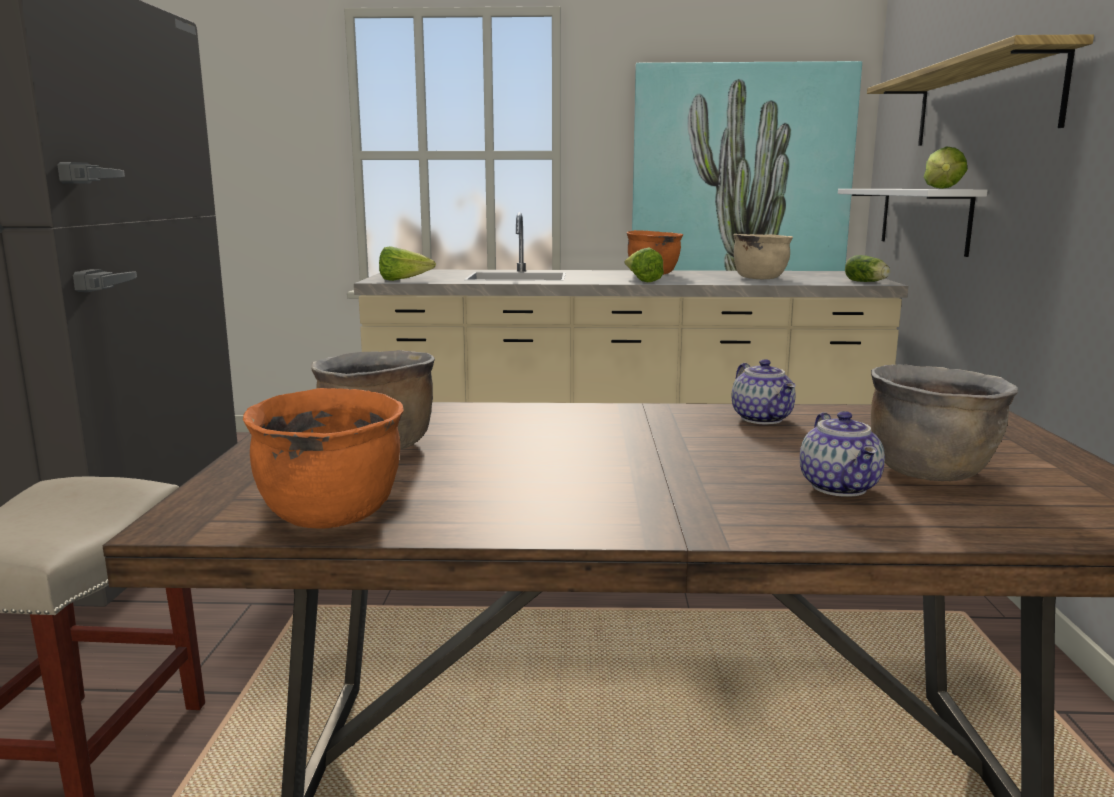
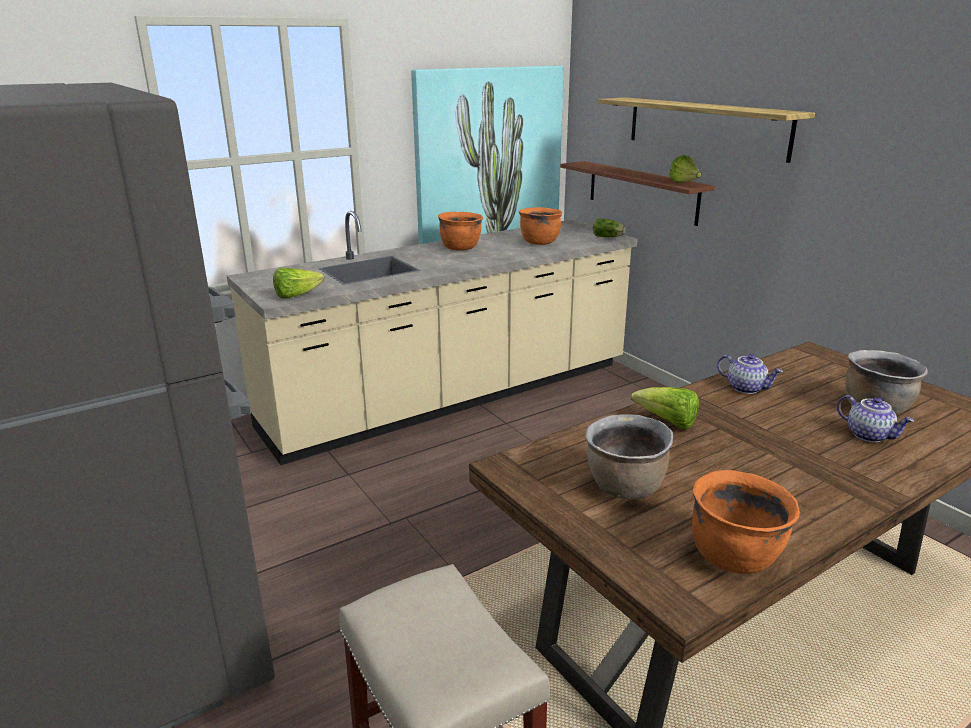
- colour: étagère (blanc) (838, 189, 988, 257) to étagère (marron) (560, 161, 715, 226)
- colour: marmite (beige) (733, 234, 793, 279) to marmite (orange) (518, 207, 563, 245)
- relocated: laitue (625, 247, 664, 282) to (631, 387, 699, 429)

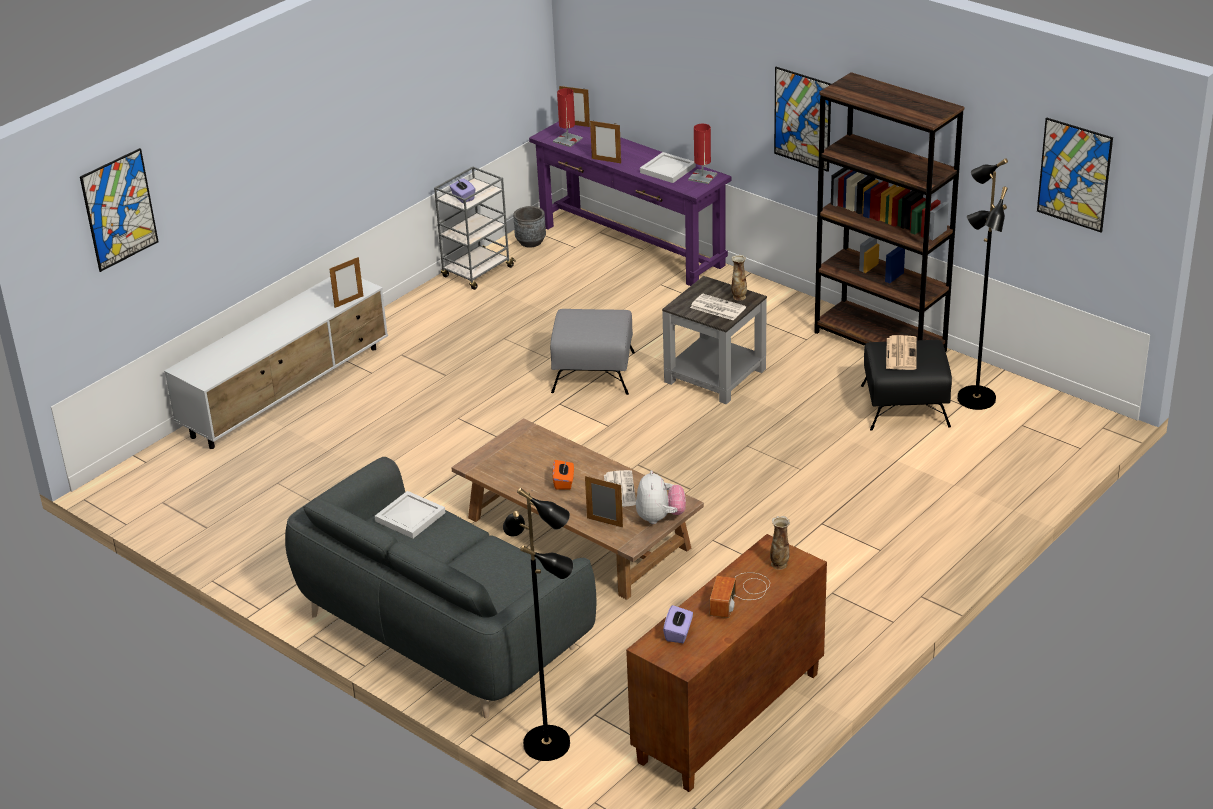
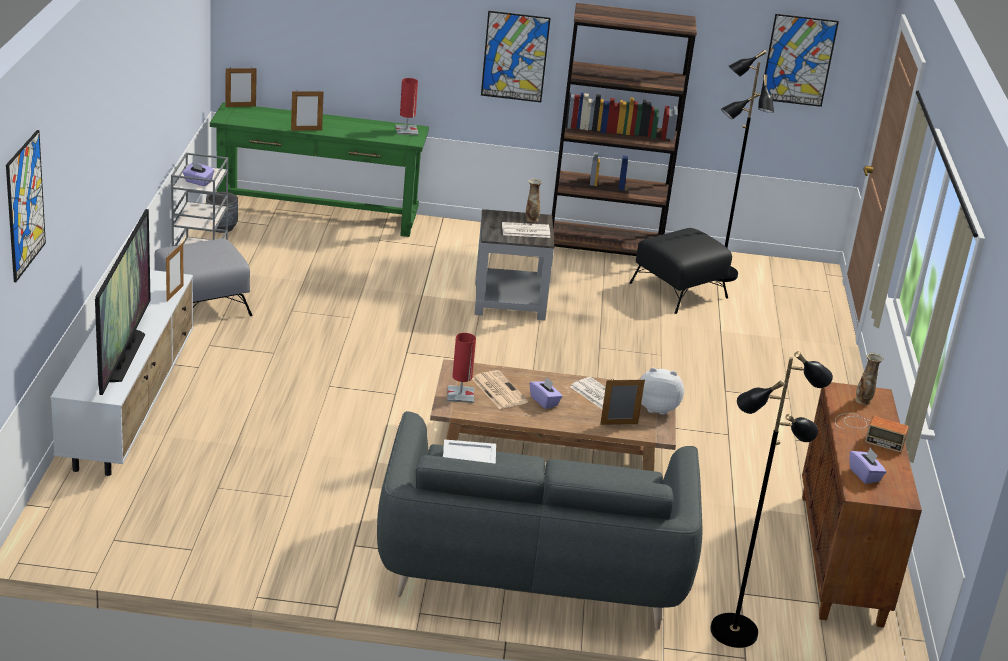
- relocated: lampe de table (rouge) (553, 88, 583, 147) to (447, 333, 476, 403)
- colour: table console (violet) (529, 121, 732, 286) to table console (vert) (210, 102, 429, 237)
- missing: plateau (blanc) (640, 152, 696, 183)
- relocated: pouf (gris) (550, 309, 635, 395) to (155, 238, 253, 316)
- relocated: journal (886, 335, 917, 370) to (472, 370, 528, 409)
- colour: boîte à mouchoirs (orange) (553, 460, 574, 490) to boîte à mouchoirs (violet) (530, 377, 563, 409)
- spun: peluche (636, 470, 686, 524) = (640, 368, 684, 415) 45 degrees counterclockwise
- spun: radio (710, 572, 770, 618) = (835, 413, 909, 452) 45 degrees counterclockwise
- appeared: téléviseur (95, 209, 151, 395)

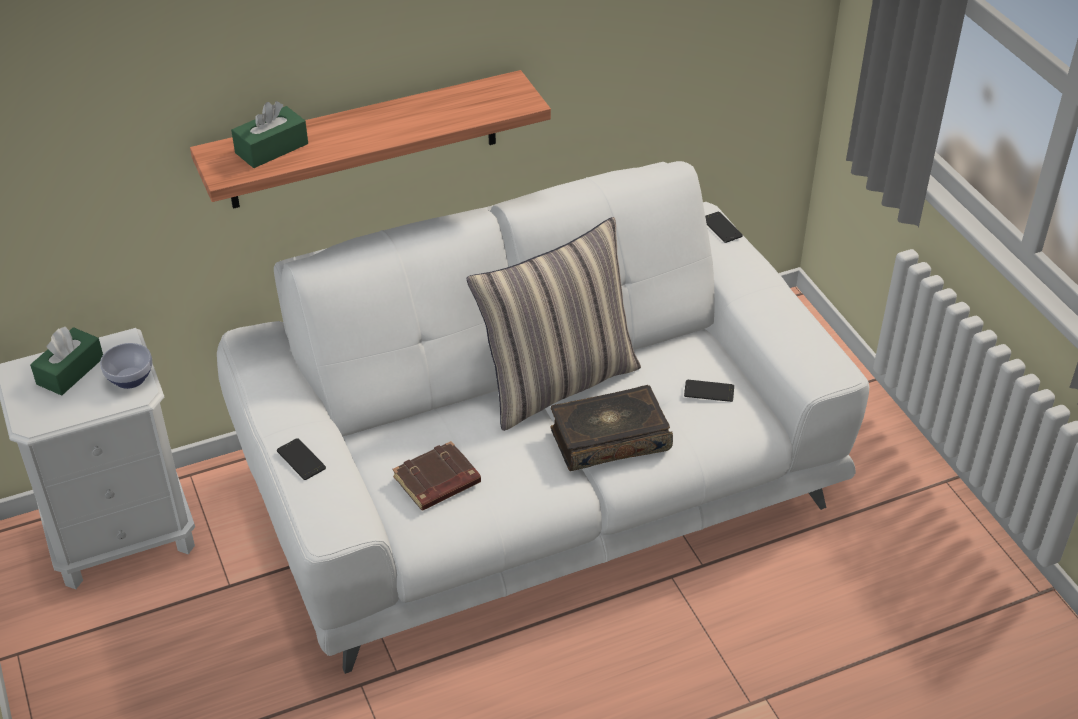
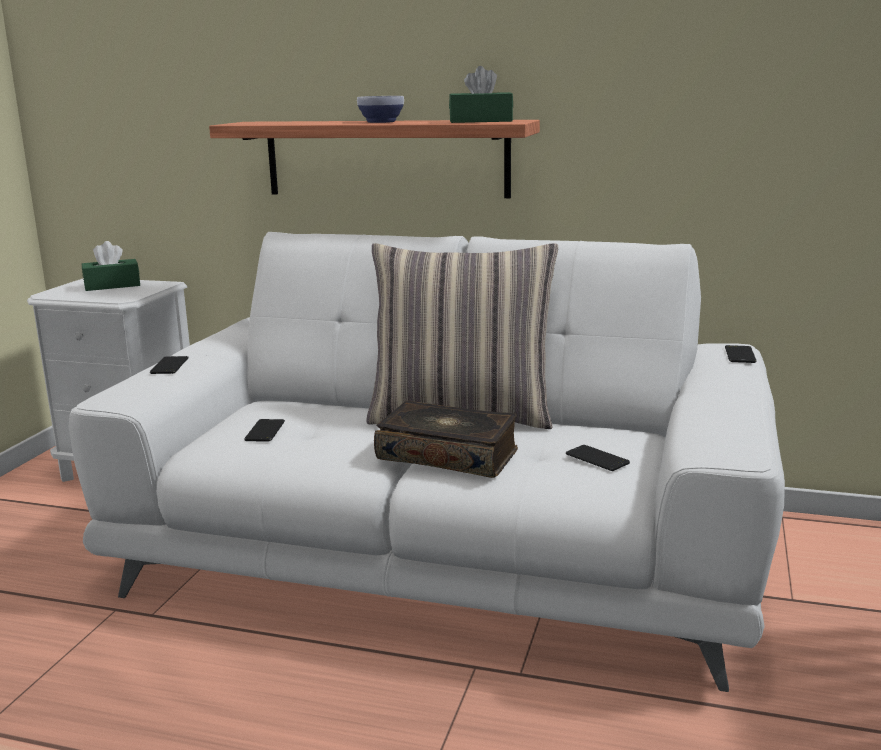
- relocated: boîte à mouchoirs (vert) (231, 101, 308, 168) to (449, 66, 513, 123)
- relocated: bol (100, 343, 153, 389) to (357, 96, 404, 123)
- exchanged: livre (marron) (392, 441, 481, 511) to téléphone (244, 419, 285, 442)

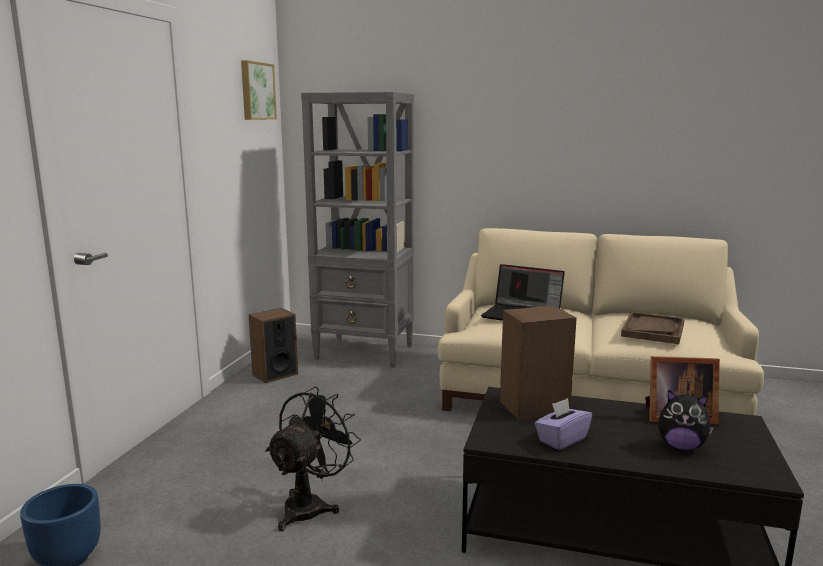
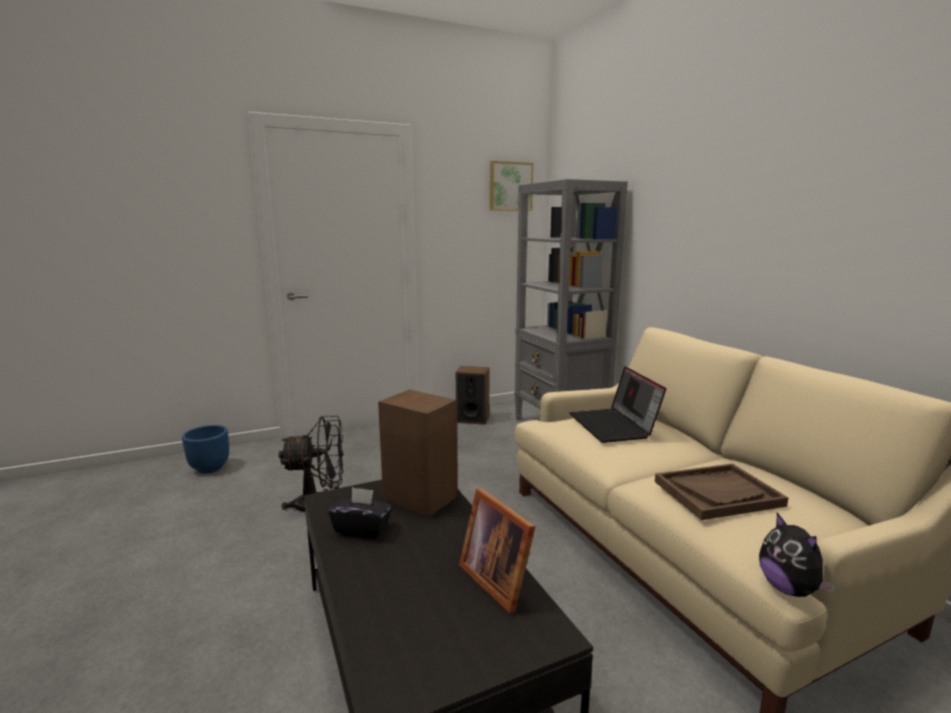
- relocated: peluche (658, 389, 714, 450) to (759, 513, 836, 597)
- colour: boîte à mouchoirs (violet) (535, 398, 592, 450) to boîte à mouchoirs (noir) (328, 487, 392, 539)

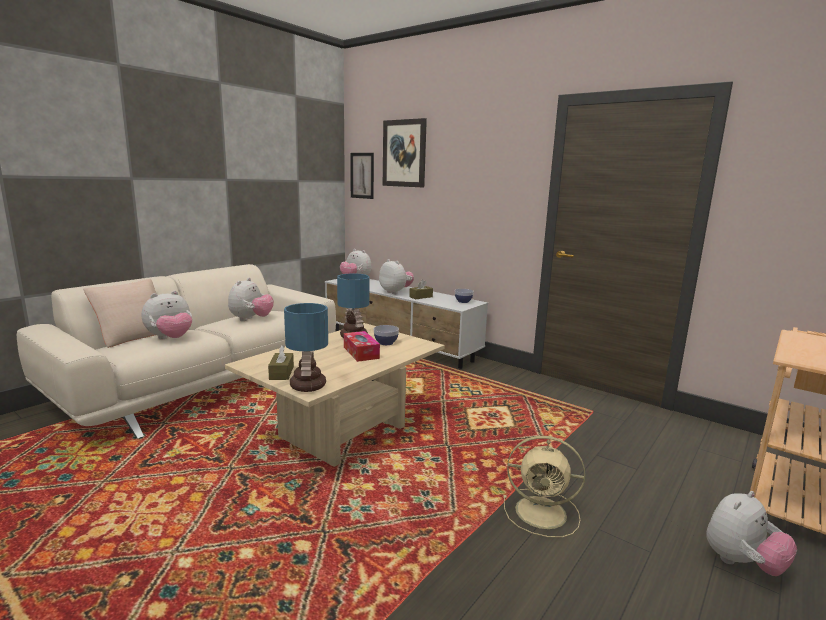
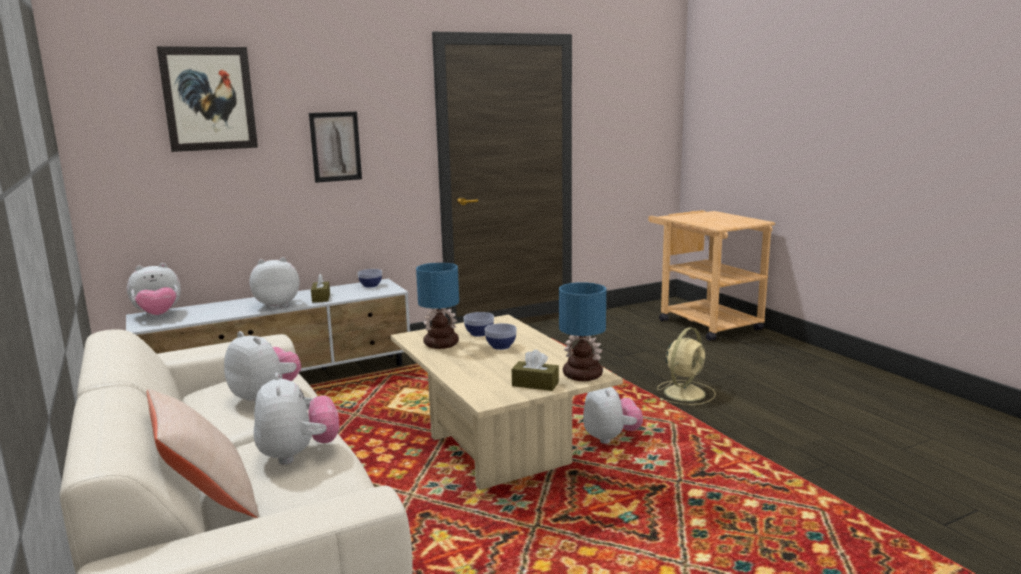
- relocated: tableau (350, 153, 374, 199) to (309, 112, 362, 183)
- exchanged: boîte à mouchoirs (344, 331, 380, 362) to bol (485, 323, 517, 350)
- relocated: peluche (706, 491, 797, 576) to (583, 387, 643, 444)

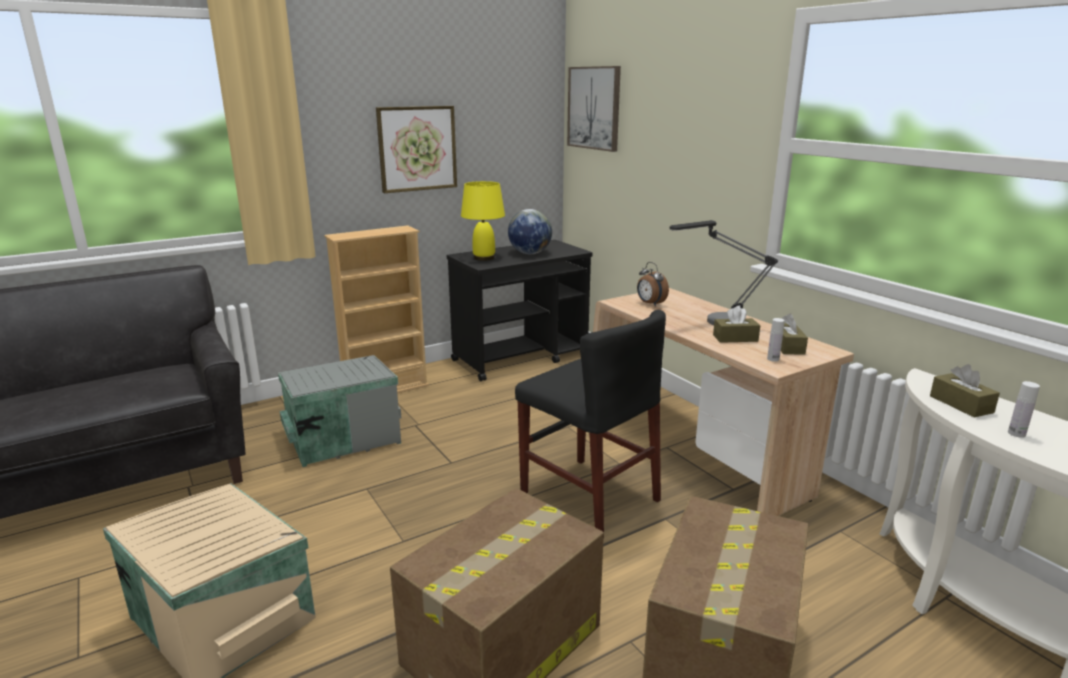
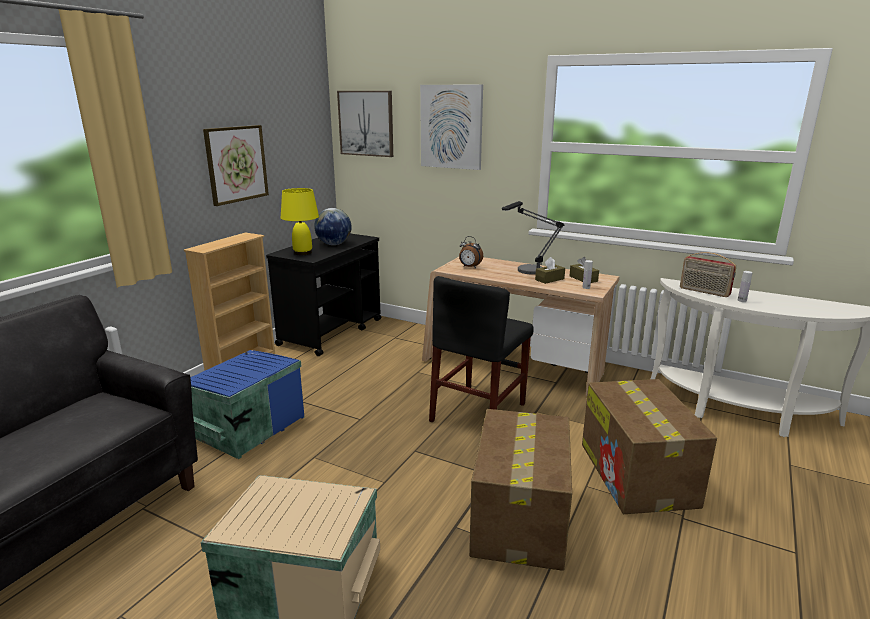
- spun: chaise (noir) (515, 310, 666, 532) = (429, 276, 534, 423) 105 degrees clockwise
- colour: boîte de rangement (gris) (278, 355, 401, 467) to boîte de rangement (bleu) (190, 350, 304, 459)
- exchanged: boîte à mouchoirs (marron) (930, 364, 1000, 417) to radio (680, 252, 736, 297)
- appeared: tableau (420, 85, 483, 170)

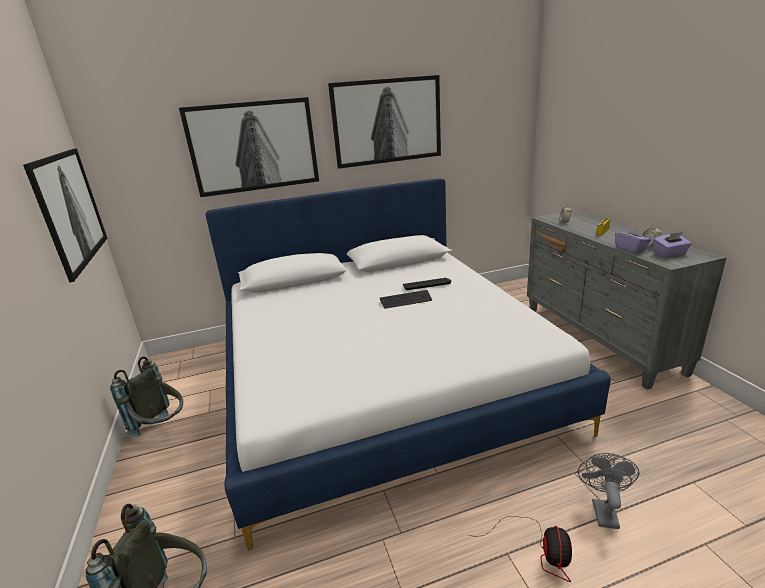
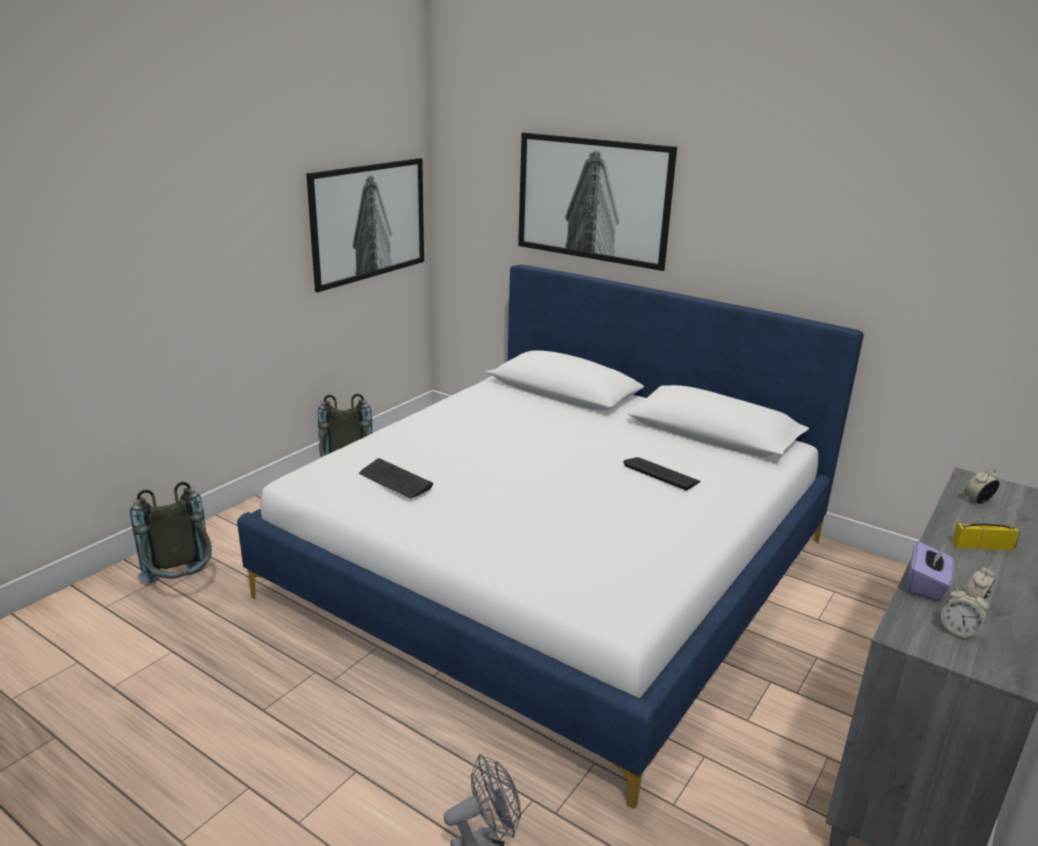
- missing: tableau (328, 75, 441, 169)
- exchanged: boîte à mouchoirs (violet) (653, 232, 692, 257) to réveil (941, 586, 989, 640)
- relocated: clavier (380, 290, 432, 309) to (359, 458, 433, 499)
- missing: ventilateur (468, 516, 572, 582)

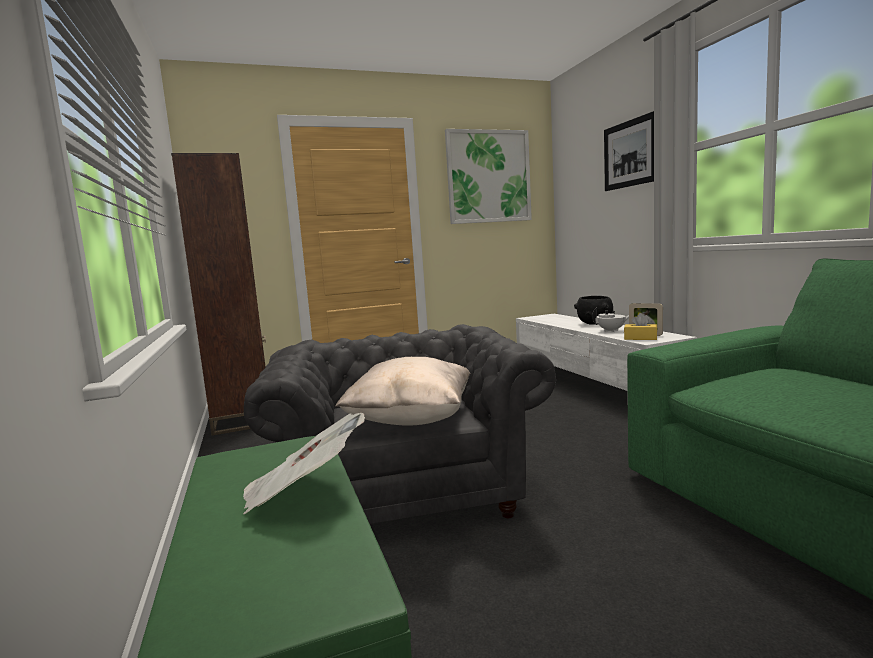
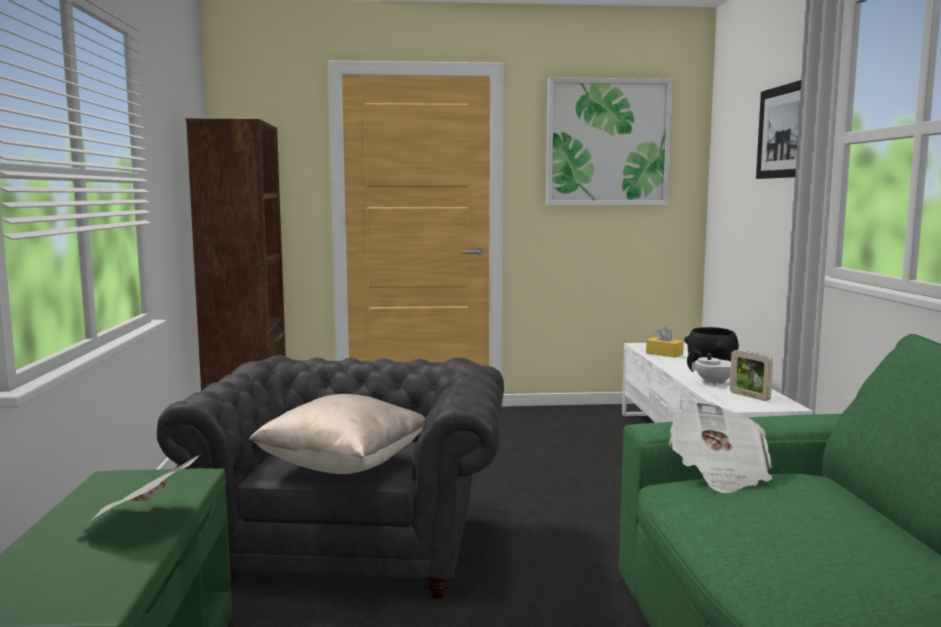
- relocated: boîte à mouchoirs (jaune) (624, 313, 658, 340) to (646, 327, 684, 358)
- appeared: journal (669, 401, 772, 493)

